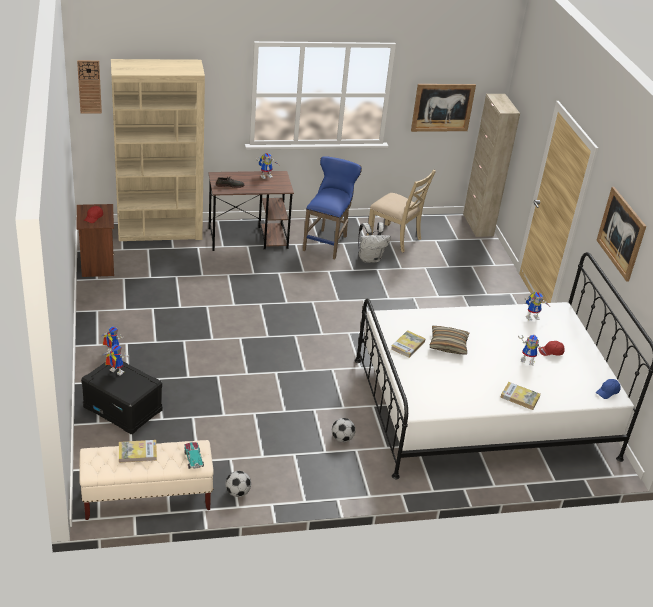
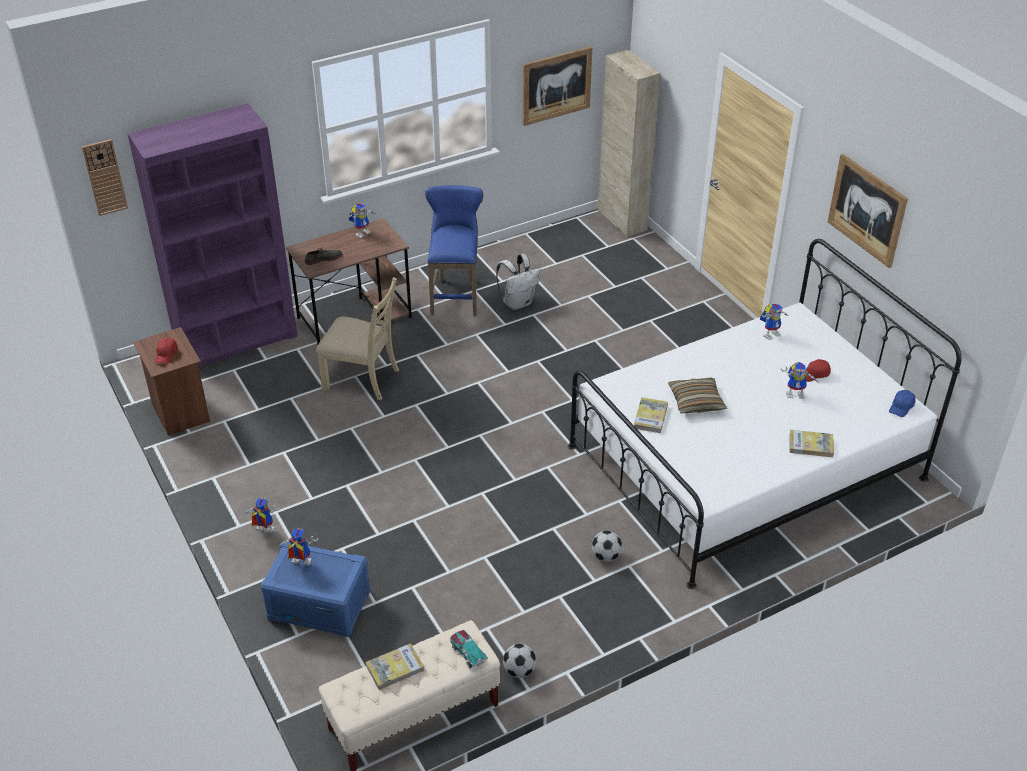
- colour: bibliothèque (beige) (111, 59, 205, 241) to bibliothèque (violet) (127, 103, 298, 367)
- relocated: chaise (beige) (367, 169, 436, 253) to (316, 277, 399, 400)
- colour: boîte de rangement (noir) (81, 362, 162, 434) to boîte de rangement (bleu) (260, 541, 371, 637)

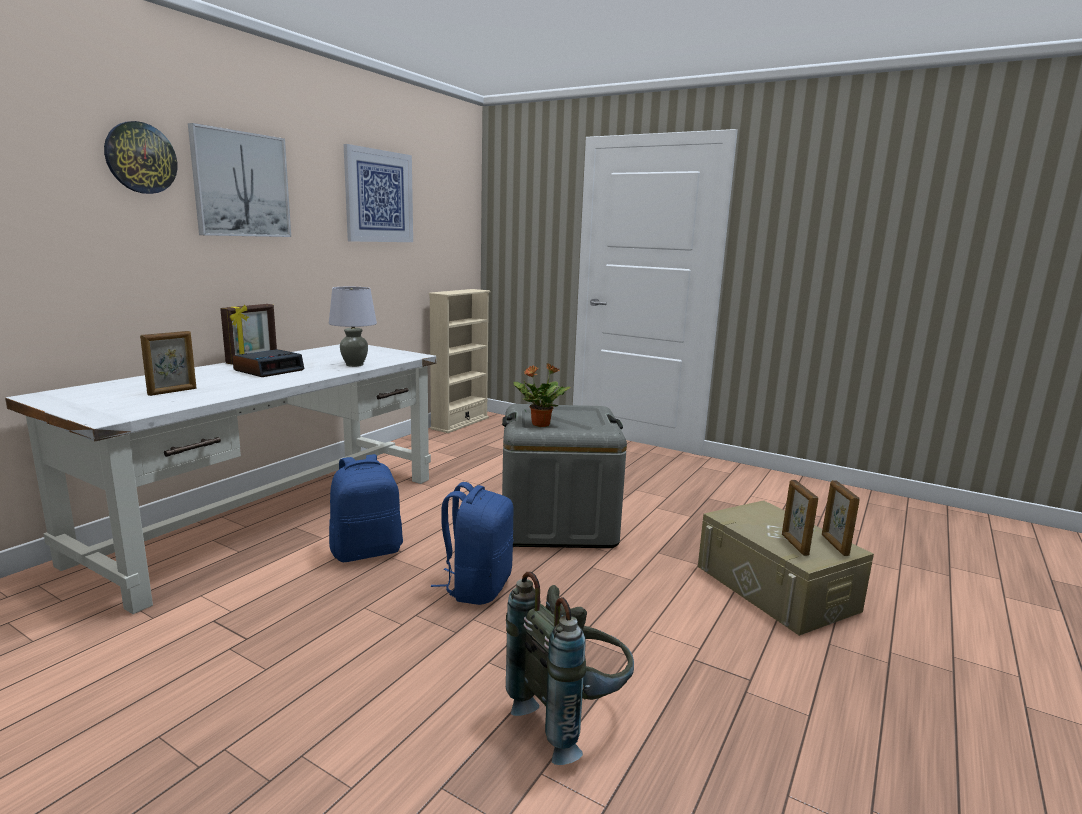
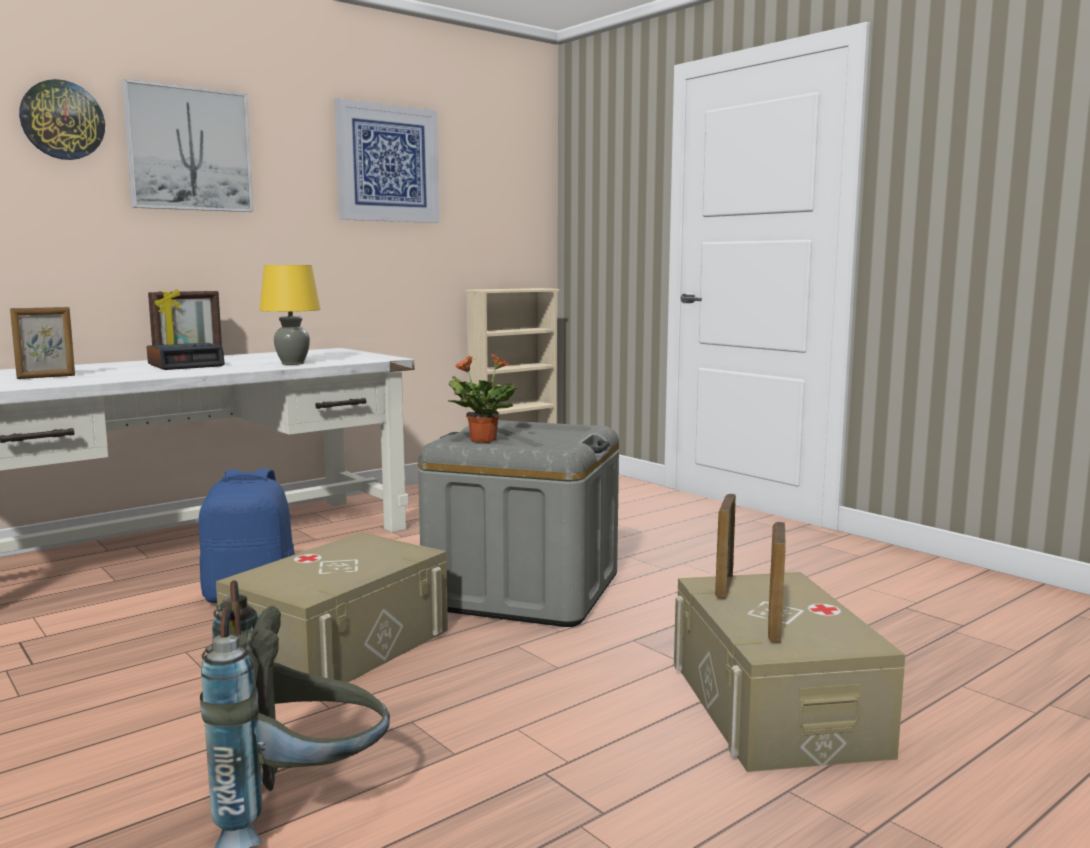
- colour: lampe de table (gris) (329, 287, 377, 367) to lampe de table (jaune) (259, 265, 321, 365)
- relocated: cadre photo (822, 480, 860, 556) to (715, 494, 736, 599)
- exchanged: sac à dos (bleu) (431, 482, 514, 605) to boîte de rangement (beige) (216, 532, 448, 702)

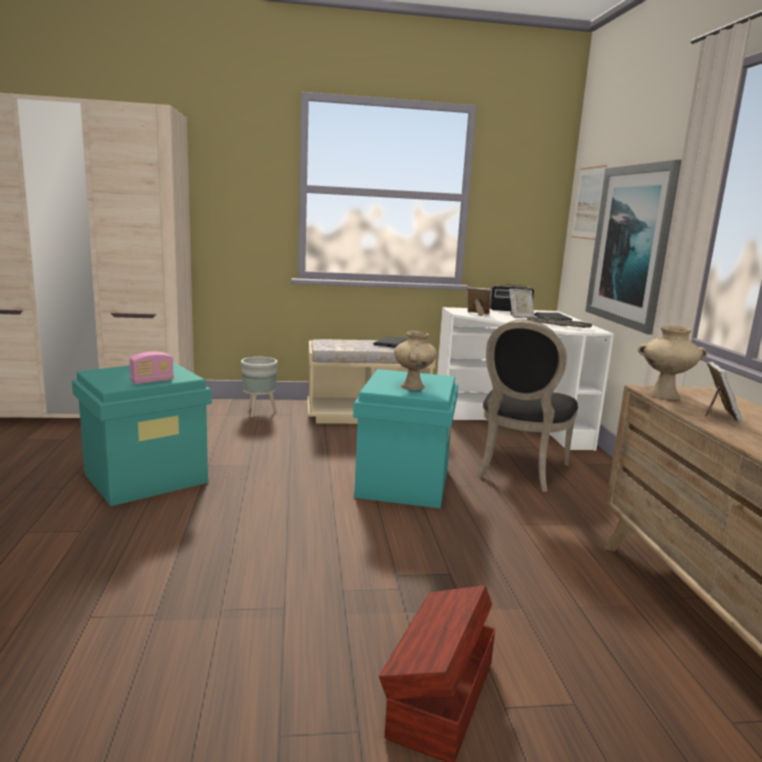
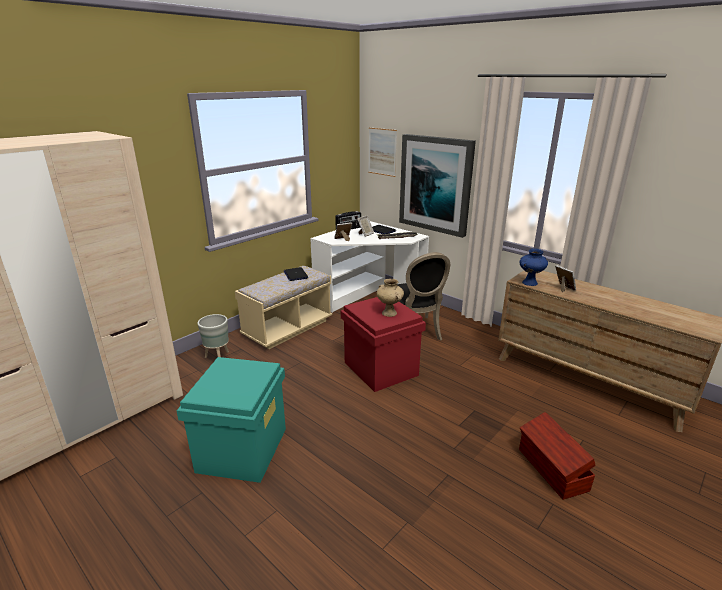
- colour: vase (beige) (638, 326, 707, 400) to vase (bleu) (520, 248, 548, 286)
- missing: radio (129, 352, 174, 384)
- colour: boîte de rangement (turquoise) (353, 369, 458, 509) to boîte de rangement (rouge) (341, 297, 426, 392)

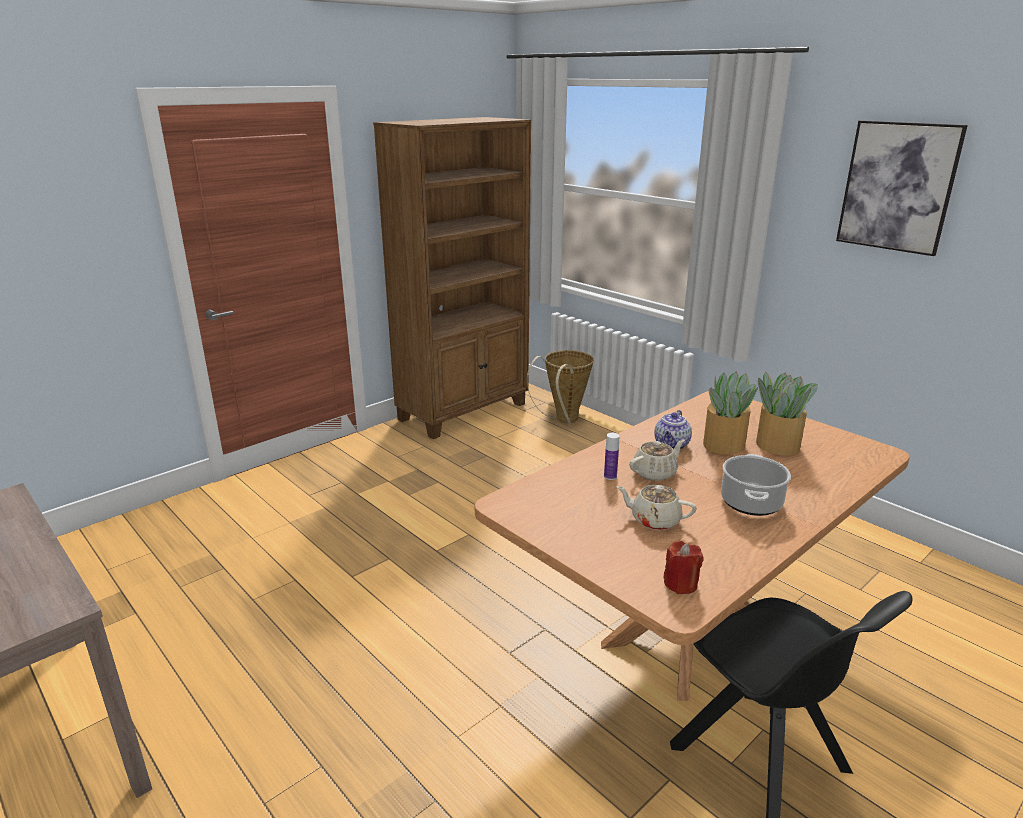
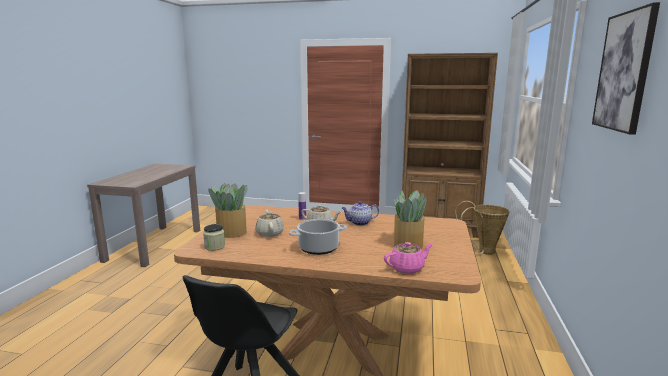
- relocated: plante en pot (703, 372, 758, 455) to (208, 183, 247, 238)
- exchanged: bougie (rouge) (663, 541, 704, 594) to bocal (203, 224, 225, 251)
- appeared: théière (rose) (384, 242, 433, 274)

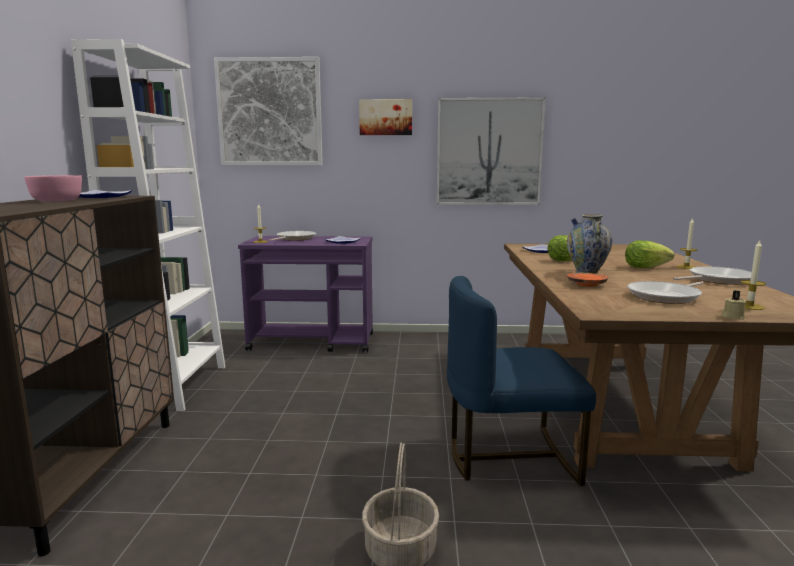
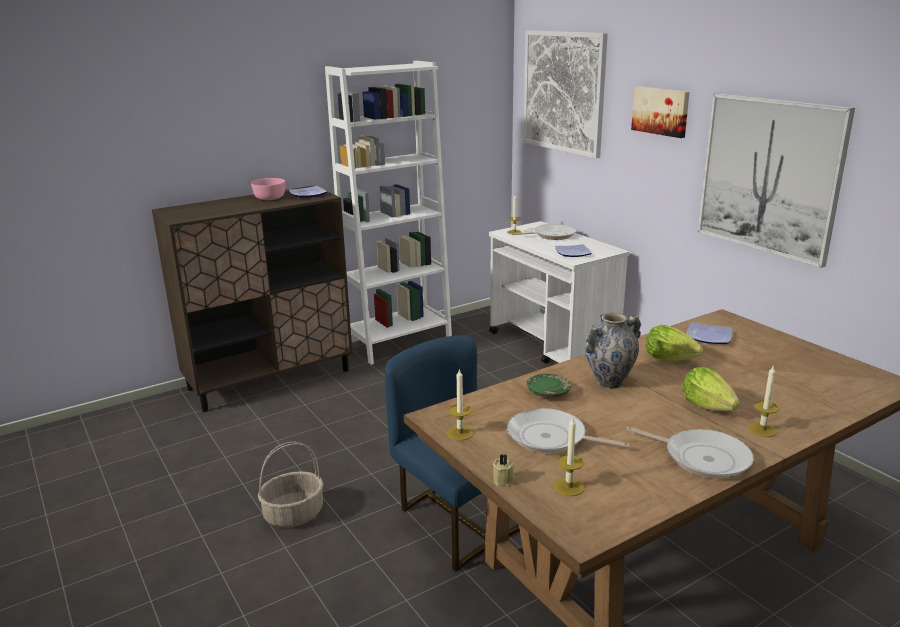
- colour: chariot (violet) (238, 236, 373, 352) to chariot (blanc) (489, 221, 629, 363)
- colour: assiette (orange) (567, 273, 608, 287) to assiette (vert) (527, 374, 571, 398)
- appeared: bougie (447, 368, 474, 441)

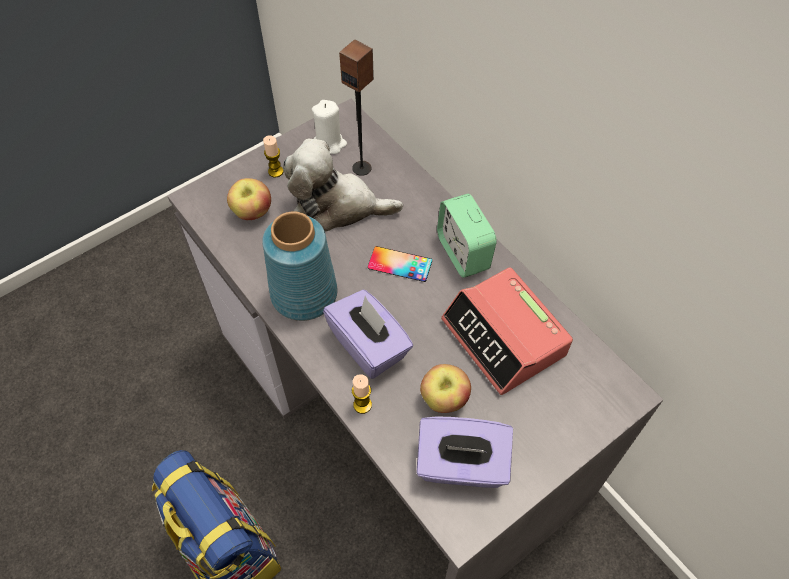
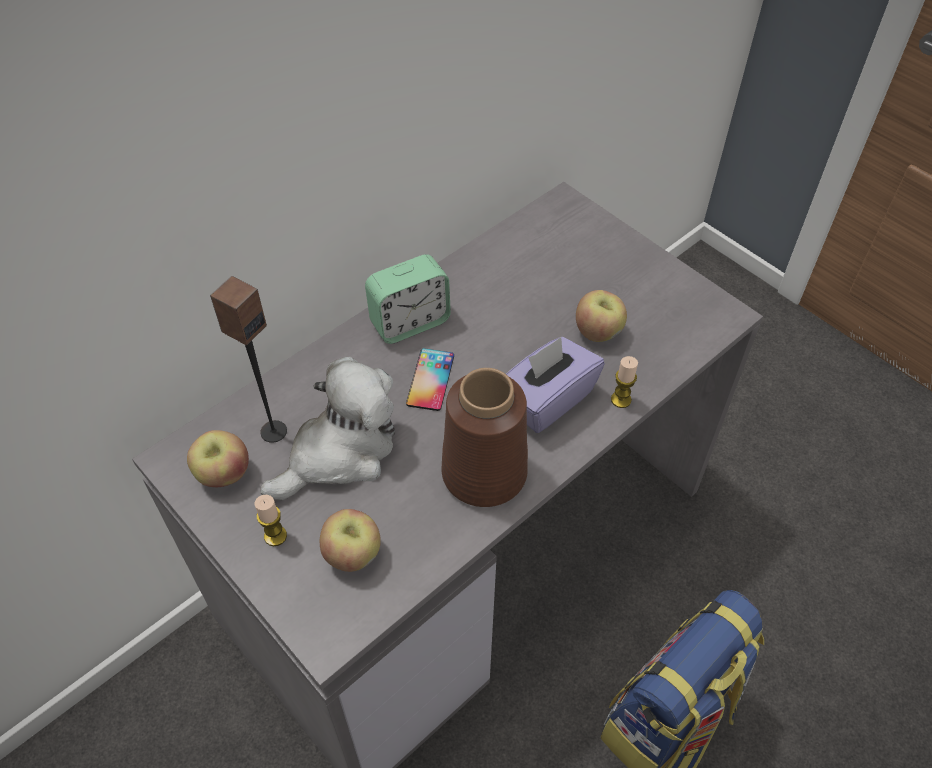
- exchanged: bougie (blanc) (312, 100, 347, 154) to pomme (187, 430, 249, 487)
- spun: peluche (283, 139, 403, 232) = (260, 357, 395, 500) 135 degrees counterclockwise
- colour: vase (bleu) (262, 211, 338, 321) to vase (marron) (441, 368, 528, 507)
- missing: réveil (441, 267, 573, 395)
- missing: boîte à mouchoirs (violet) (416, 416, 513, 488)

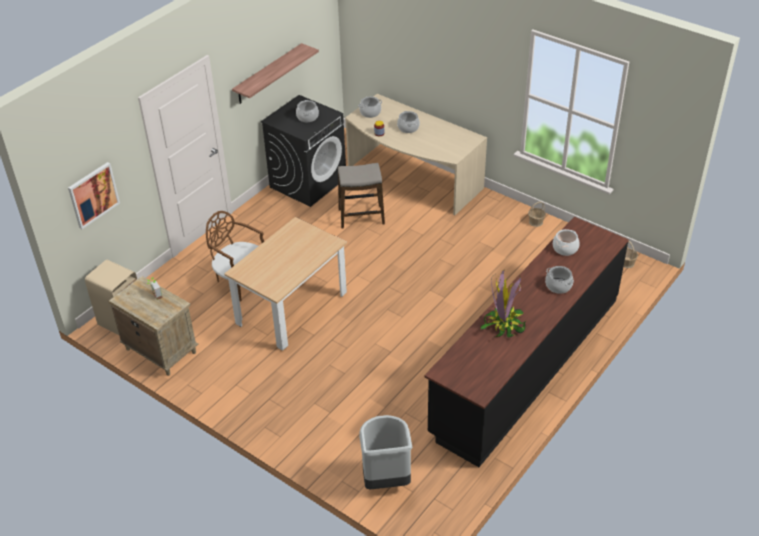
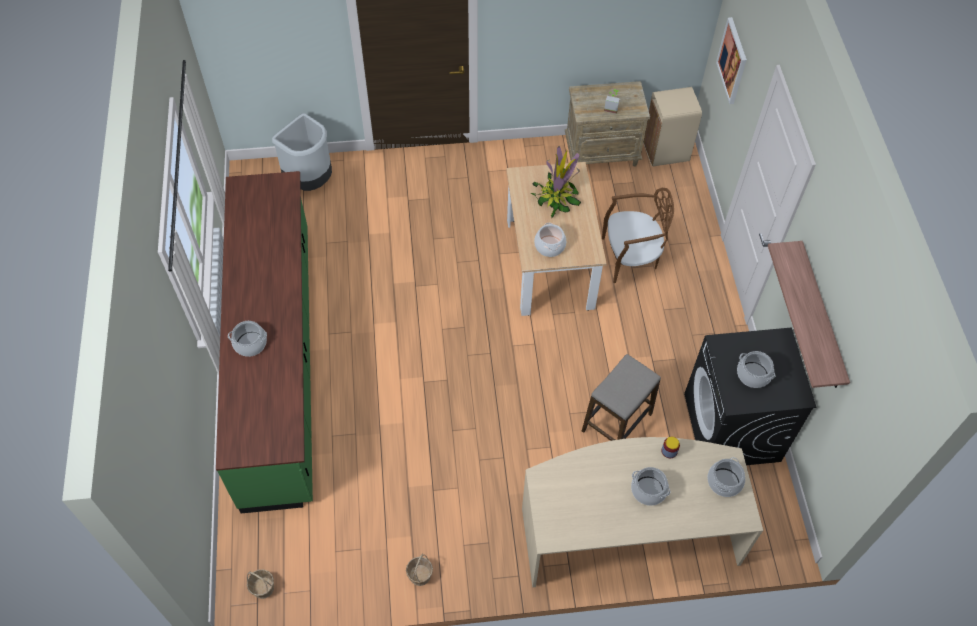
- colour: comptoir de cuisine (noir) (424, 217, 629, 467) to comptoir de cuisine (vert) (216, 171, 313, 513)
- relocated: marmite (553, 229, 579, 256) to (534, 223, 566, 257)
- relocated: plante en pot (480, 270, 527, 338) to (531, 146, 581, 218)

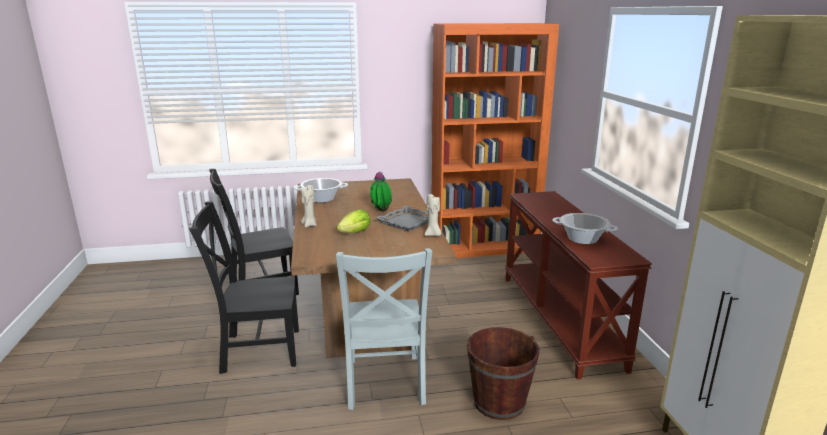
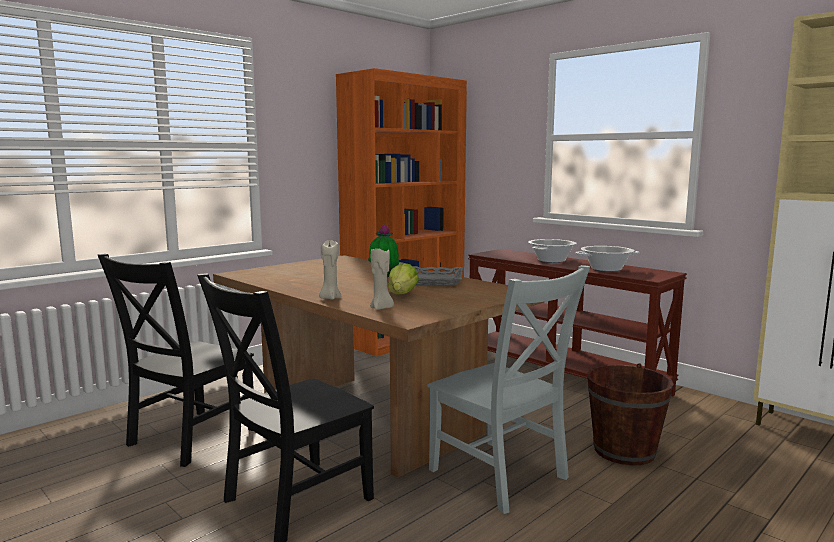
- relocated: marmite (294, 178, 348, 203) to (528, 239, 577, 263)
- relocated: bougie (beige) (425, 193, 441, 236) to (370, 249, 394, 310)

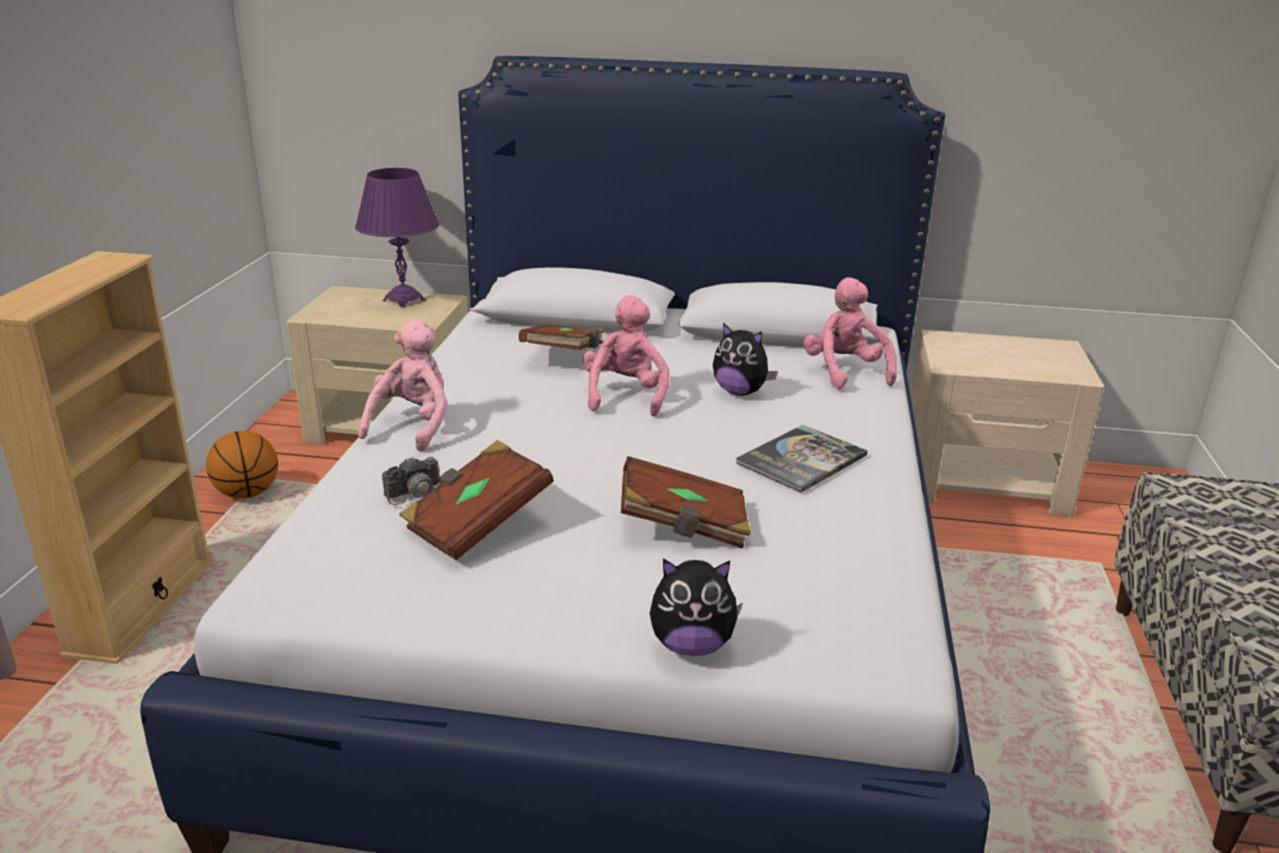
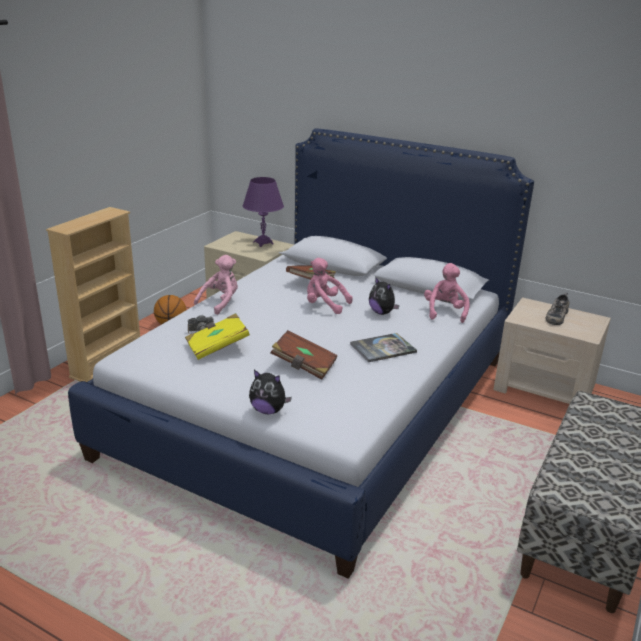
- spun: peluche (rose) (583, 295, 669, 417) = (307, 258, 353, 314) 90 degrees counterclockwise
- colour: livre (marron) (399, 440, 554, 560) to livre (jaune) (185, 313, 250, 360)
- appeared: chaussure (545, 293, 570, 325)

